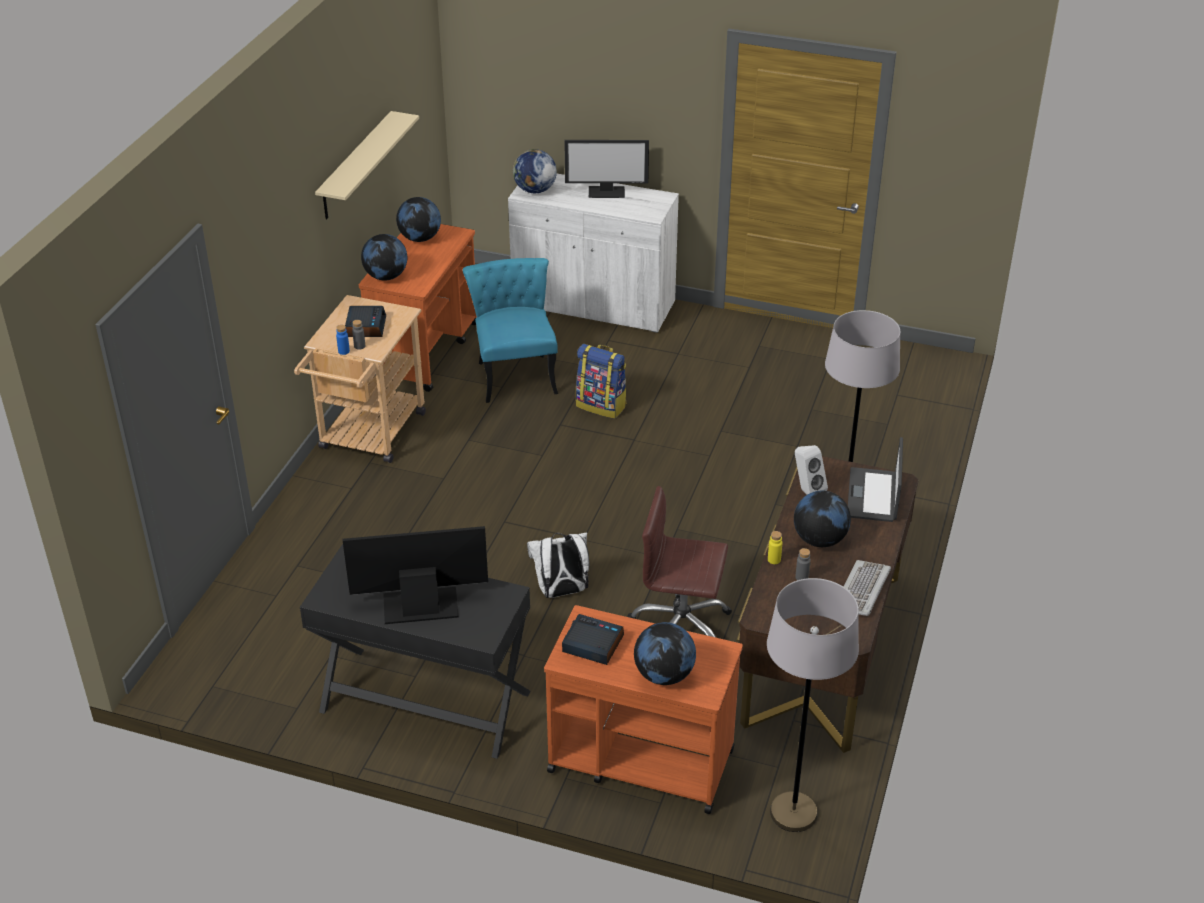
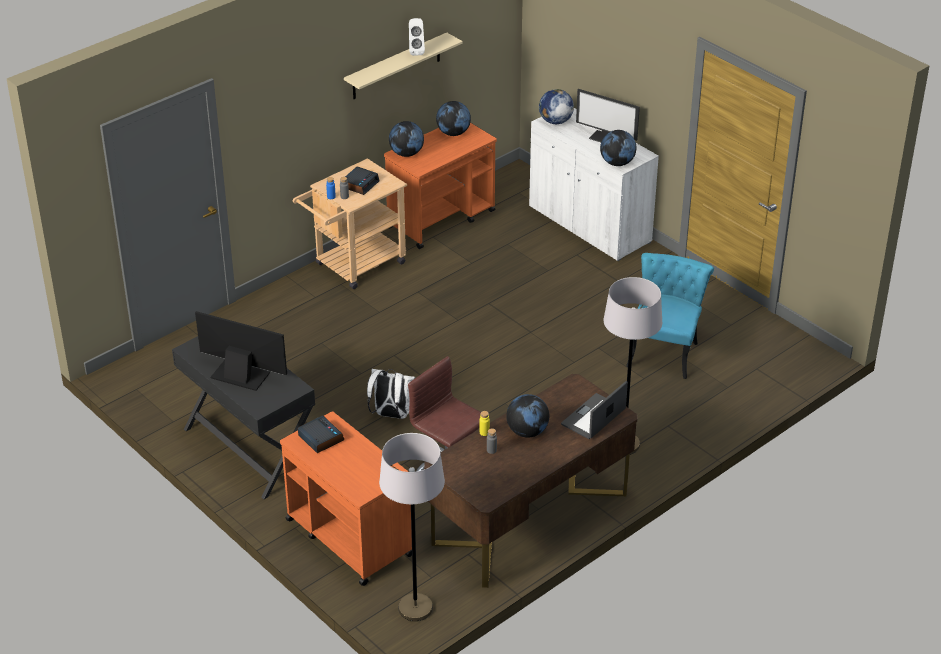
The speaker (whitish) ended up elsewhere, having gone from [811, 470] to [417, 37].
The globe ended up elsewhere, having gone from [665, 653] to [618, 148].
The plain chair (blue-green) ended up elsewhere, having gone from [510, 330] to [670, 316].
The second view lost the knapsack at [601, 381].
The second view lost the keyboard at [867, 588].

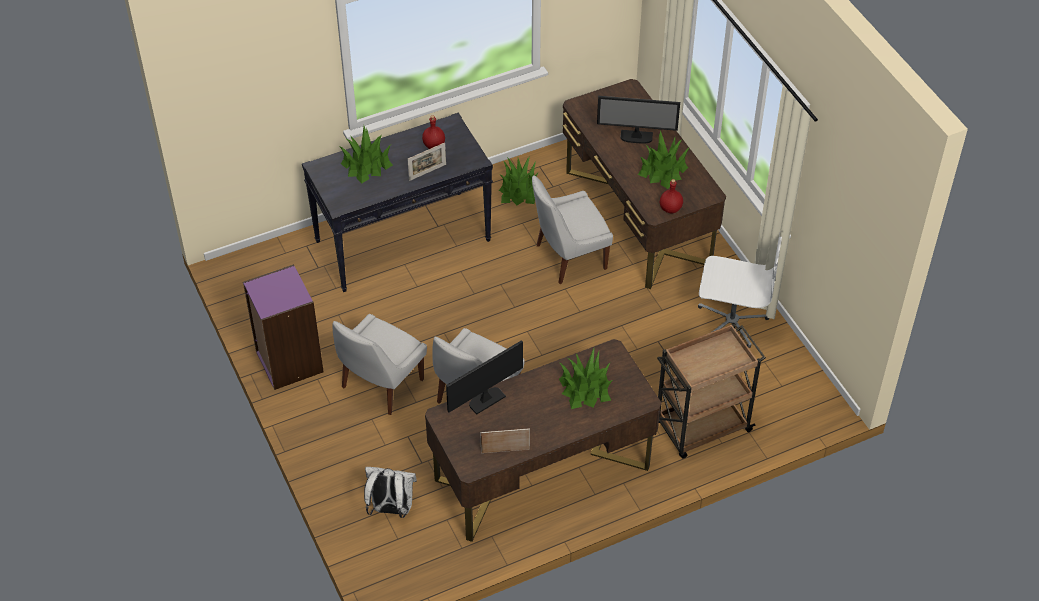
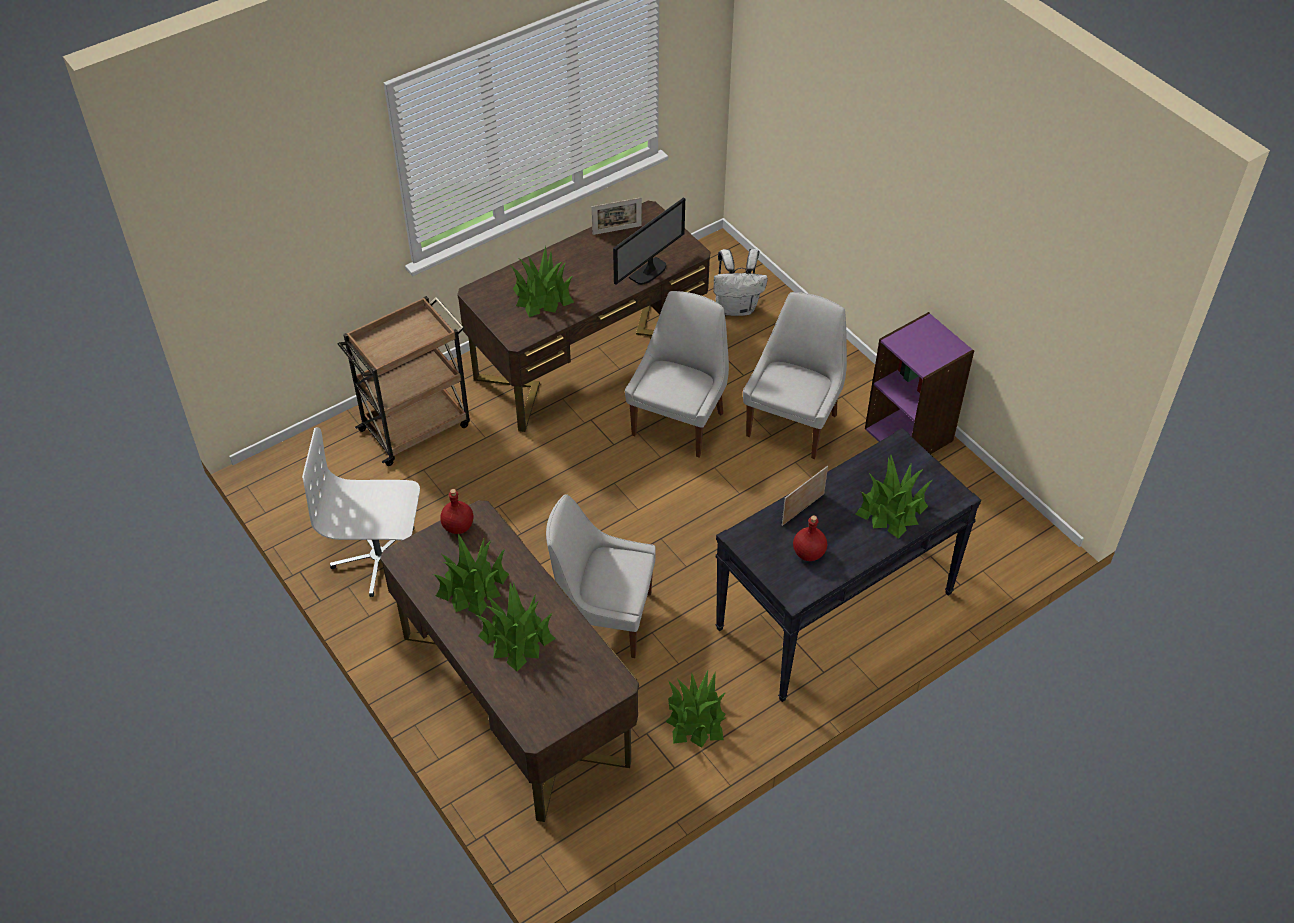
Where the computer screen stood at [638, 120], the plant in a pot came to stand at [516, 626].
The plain chair (whitish) at [572, 229] ended up facing another way, 135 degrees counterclockwise from before.

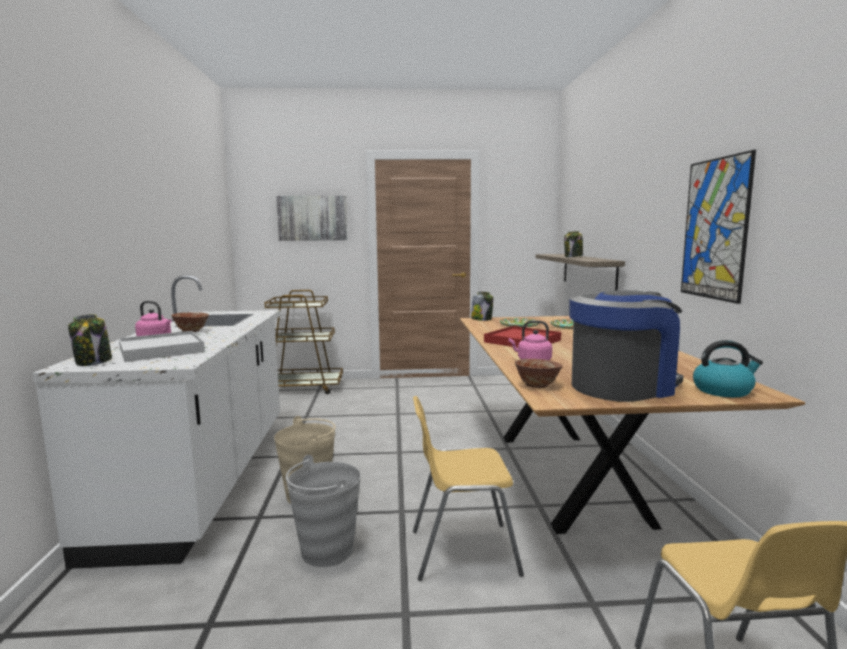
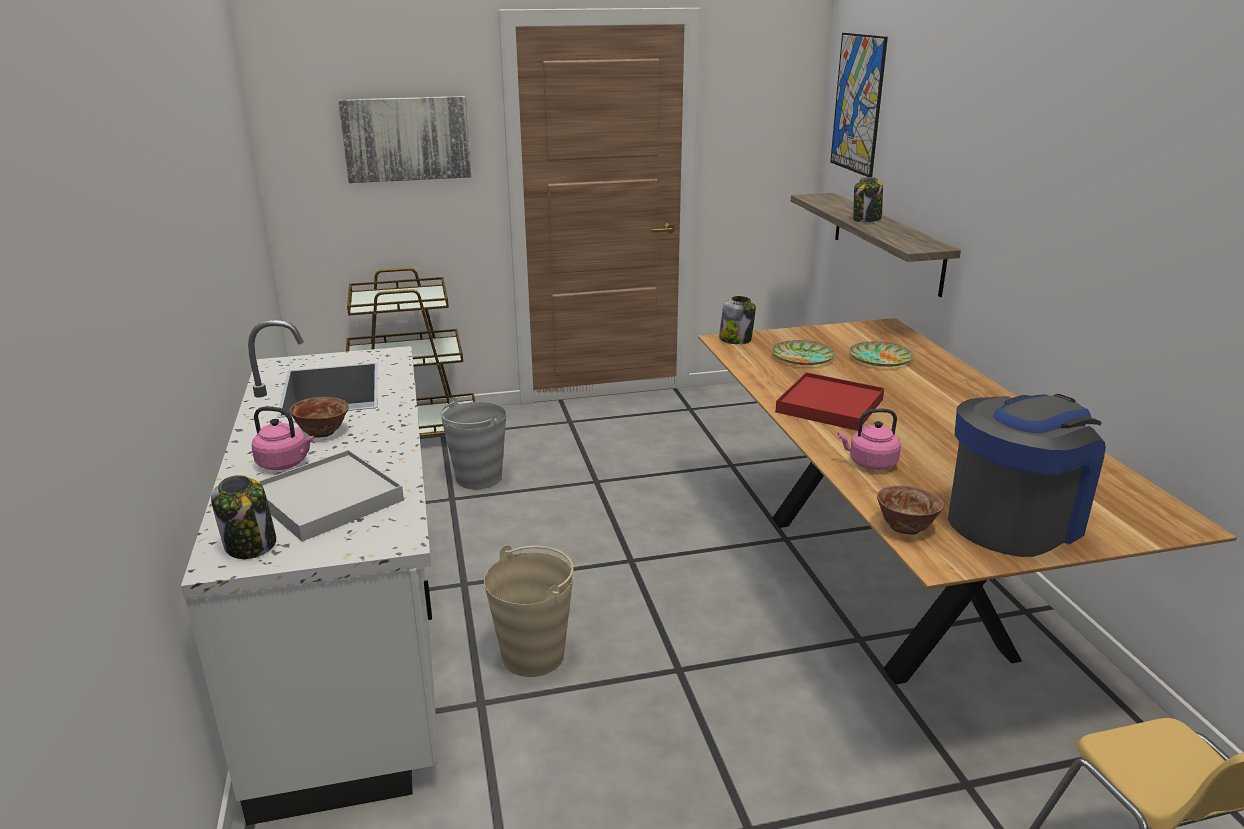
The pail (gray) ended up elsewhere, having gone from [323, 511] to [473, 443].
The wall picture ended up elsewhere, having gone from [718, 227] to [859, 105].
The second view lost the plain chair (yellow-coloured) at [468, 488].
The second view lost the water kettle at [728, 368].

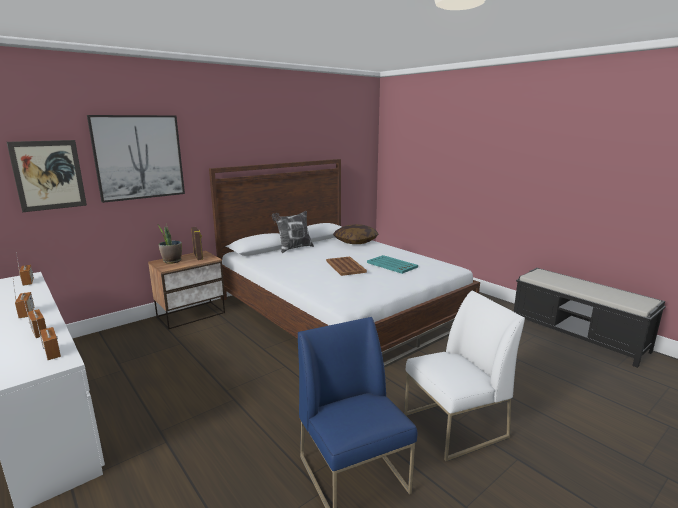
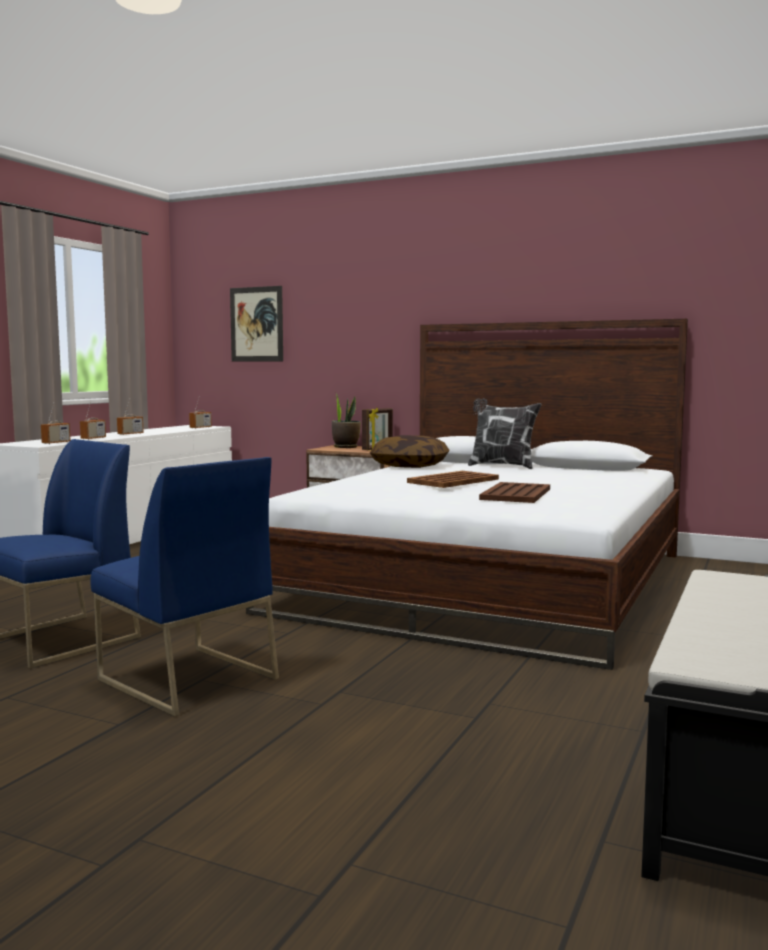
What was the plain chair (whitish) at [464, 376] turned into the plain chair (blue-coloured) at [184, 587].
The pillow ended up elsewhere, having gone from [355, 234] to [410, 451].
What was the carrying tray (blue-green) at [392, 264] turned into the carrying tray (brown) at [514, 492].
The second view lost the wall picture at [136, 159].

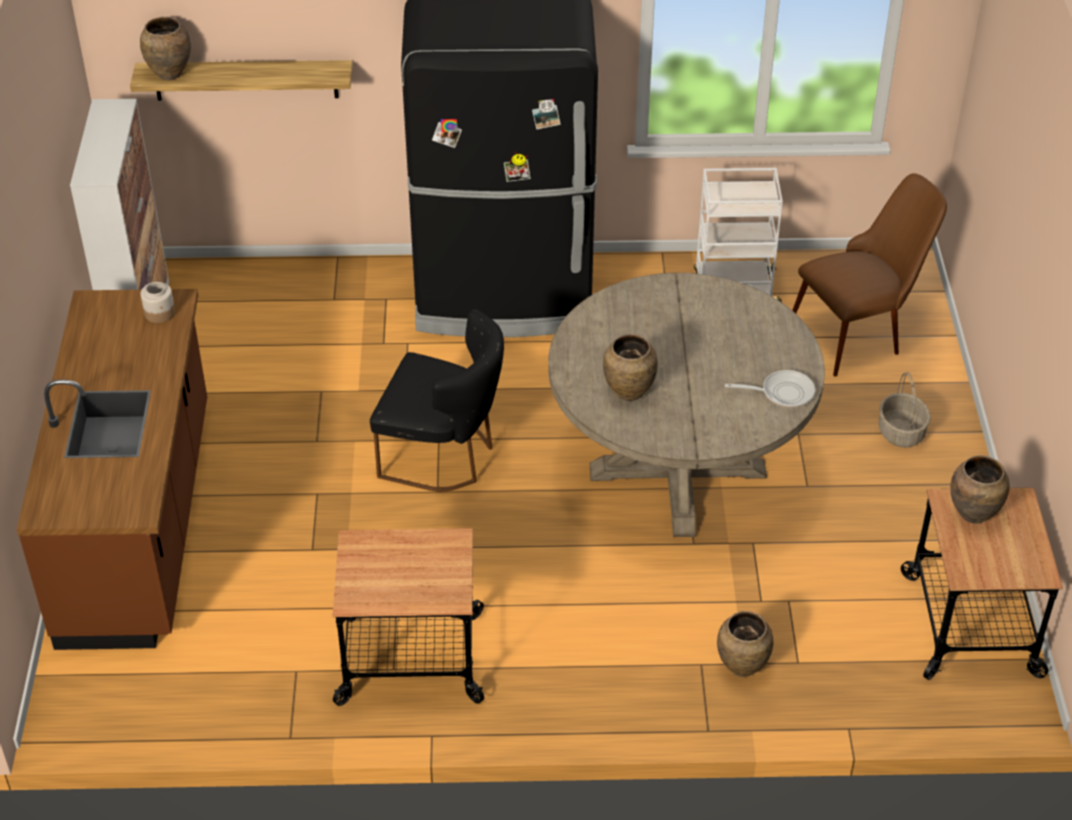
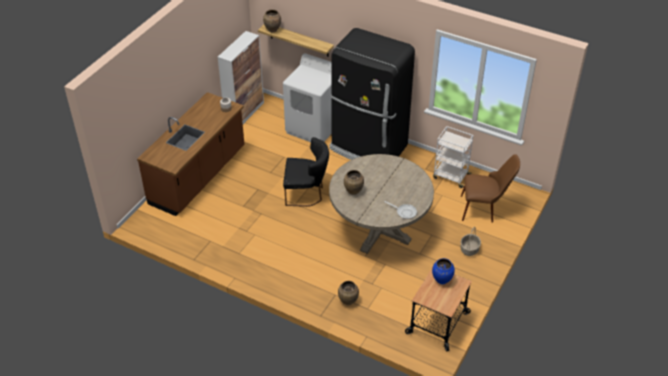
The second view gained the laundry machine (whitish) at [307, 97].
The plain chair (black-coloured) at [437, 400] ended up facing another way, 45 degrees counterclockwise from before.
What was the flower vase (brown) at [979, 489] turned into the flower vase (blue-coloured) at [443, 271].
The second view lost the wheeled cart at [408, 617].

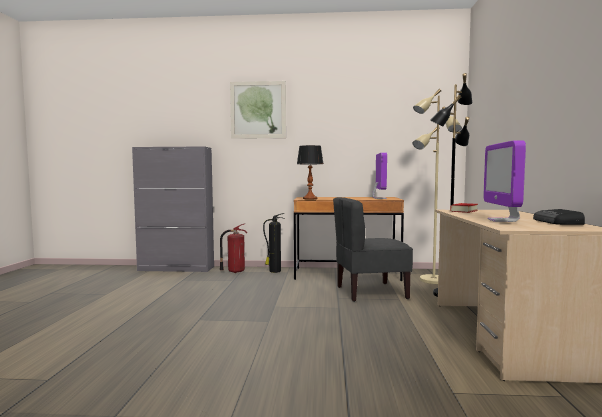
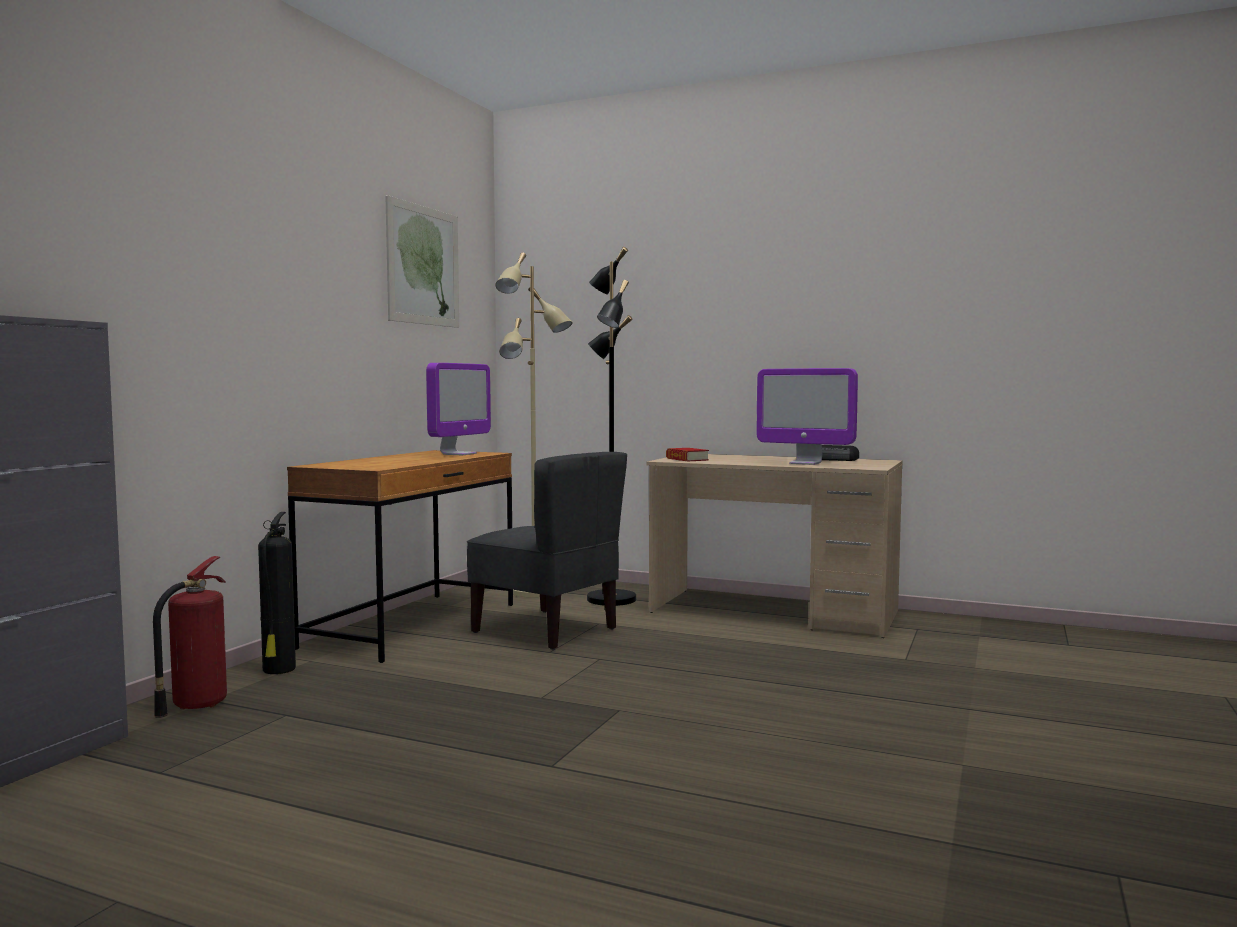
The wall picture ended up elsewhere, having gone from [258, 110] to [422, 261].
The computer screen at [379, 175] ended up facing another way, 90 degrees clockwise from before.
The plain chair (gray) at [373, 249] ended up facing another way, 60 degrees counterclockwise from before.
The second view lost the lamp for a table at [310, 172].

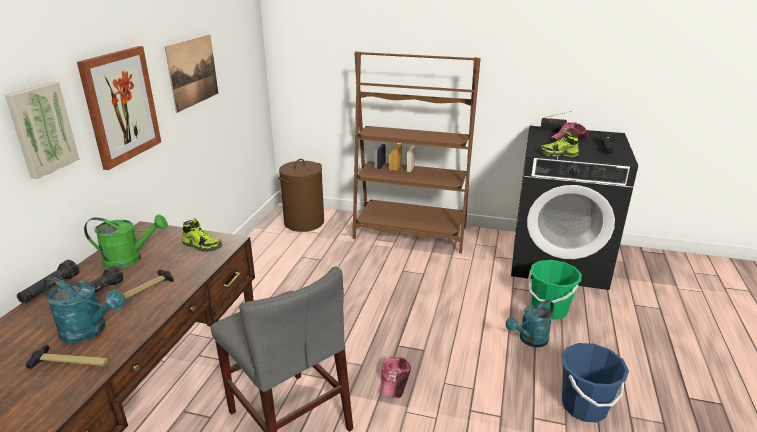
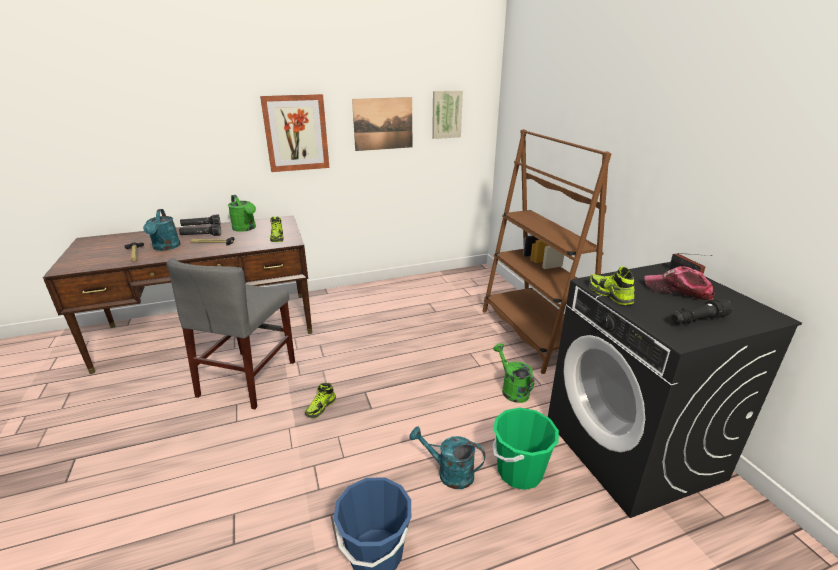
Where the peaked cap stood at [395, 377], the low shoe came to stand at [320, 400].
The wall picture ended up elsewhere, having gone from [42, 130] to [447, 114].
The second view gained the watering pot (green-coloured) at [513, 373].
The second view lost the laundry basket (brown) at [301, 195].

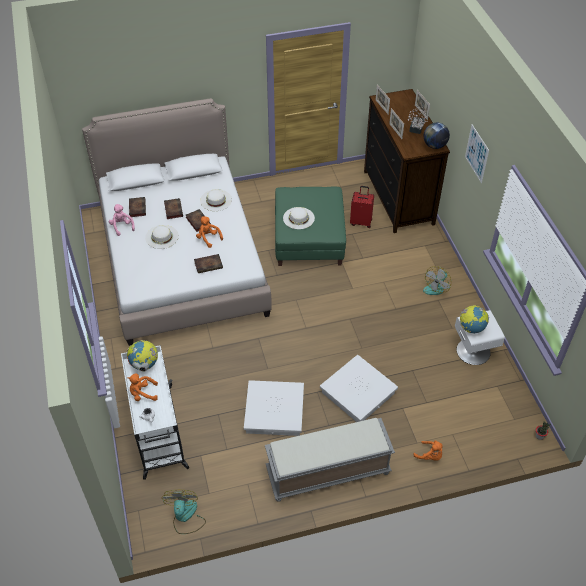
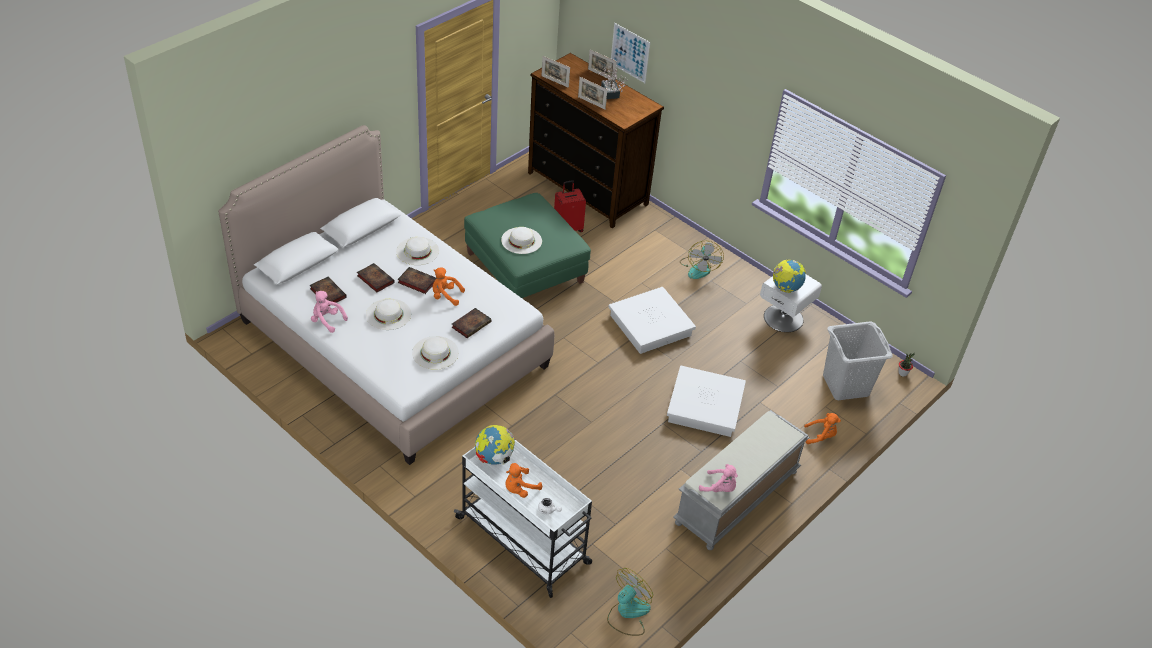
The second view gained the wearable hat (whitish) at [435, 353].
The electric fan at [184, 512] ended up facing another way, 75 degrees clockwise from before.
The storage bin (whitish) ended up elsewhere, having gone from [274, 408] to [652, 320].
The wall picture ended up elsewhere, having gone from [477, 154] to [630, 53].
The second view gained the soft toy (pinkish) at [718, 478].
The second view gained the laundry basket (gray) at [858, 360].
The second view lost the globe at [437, 136].

